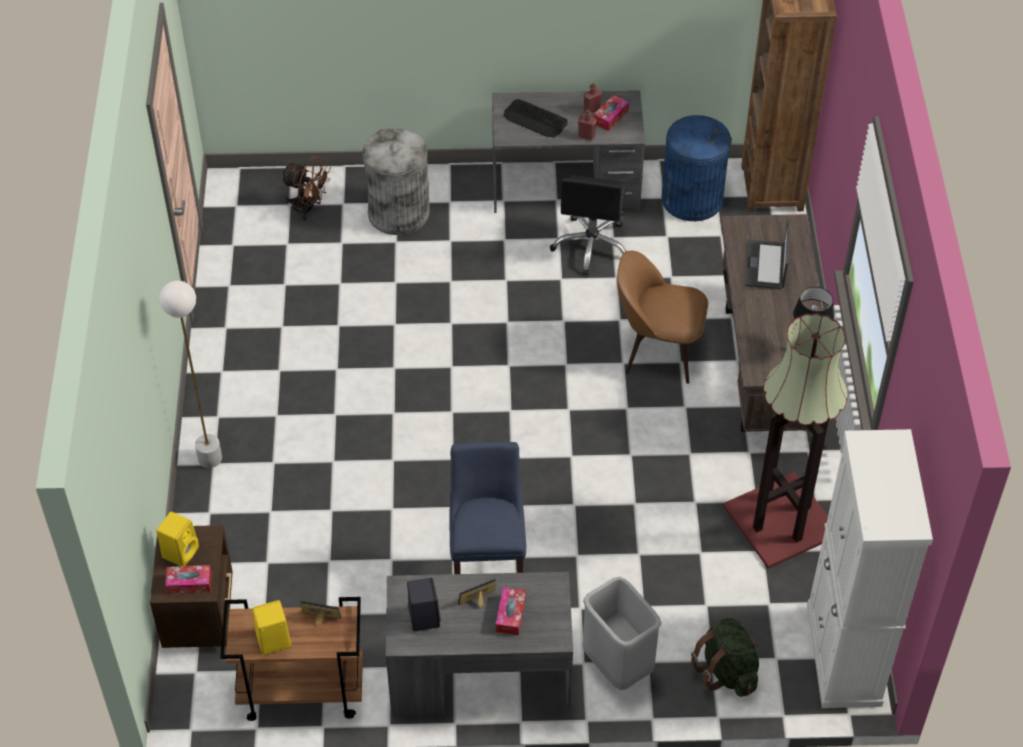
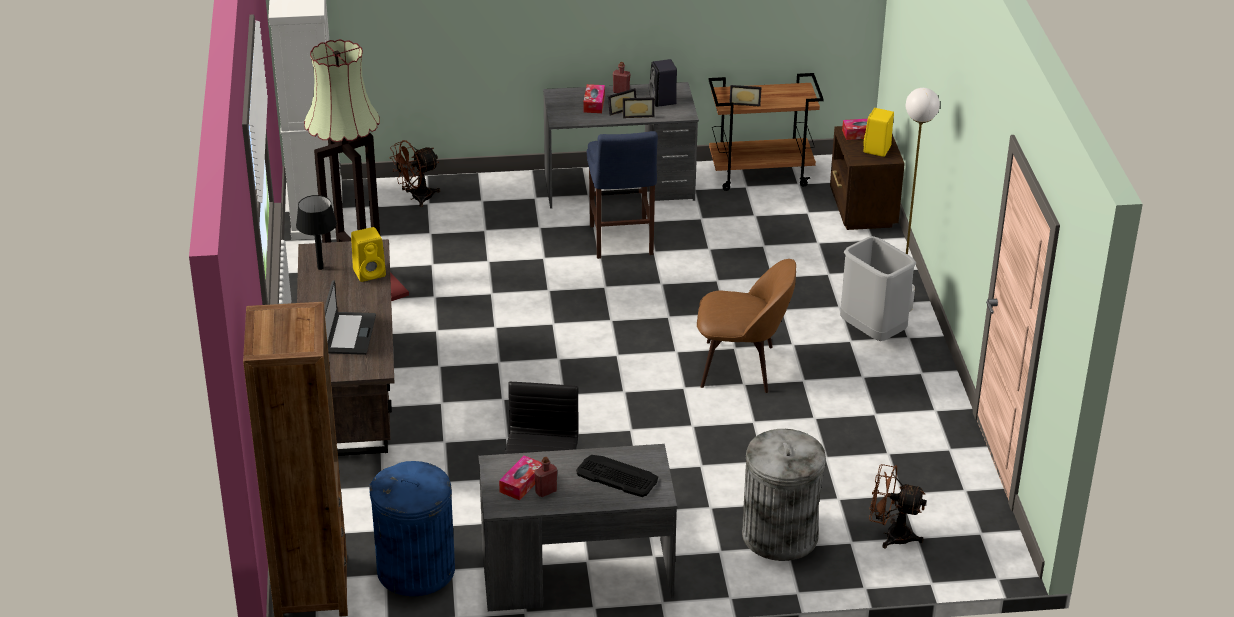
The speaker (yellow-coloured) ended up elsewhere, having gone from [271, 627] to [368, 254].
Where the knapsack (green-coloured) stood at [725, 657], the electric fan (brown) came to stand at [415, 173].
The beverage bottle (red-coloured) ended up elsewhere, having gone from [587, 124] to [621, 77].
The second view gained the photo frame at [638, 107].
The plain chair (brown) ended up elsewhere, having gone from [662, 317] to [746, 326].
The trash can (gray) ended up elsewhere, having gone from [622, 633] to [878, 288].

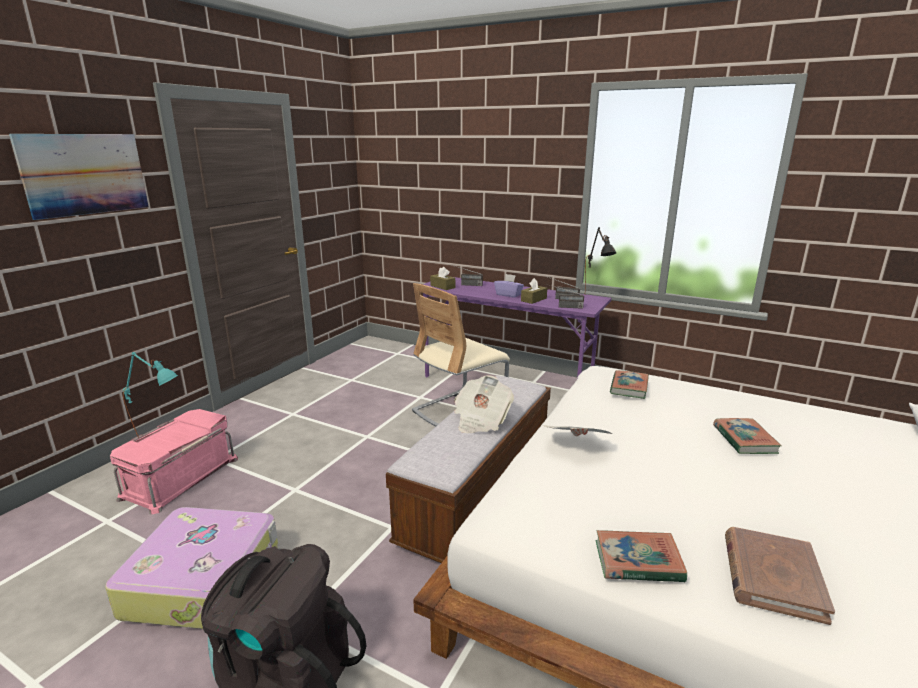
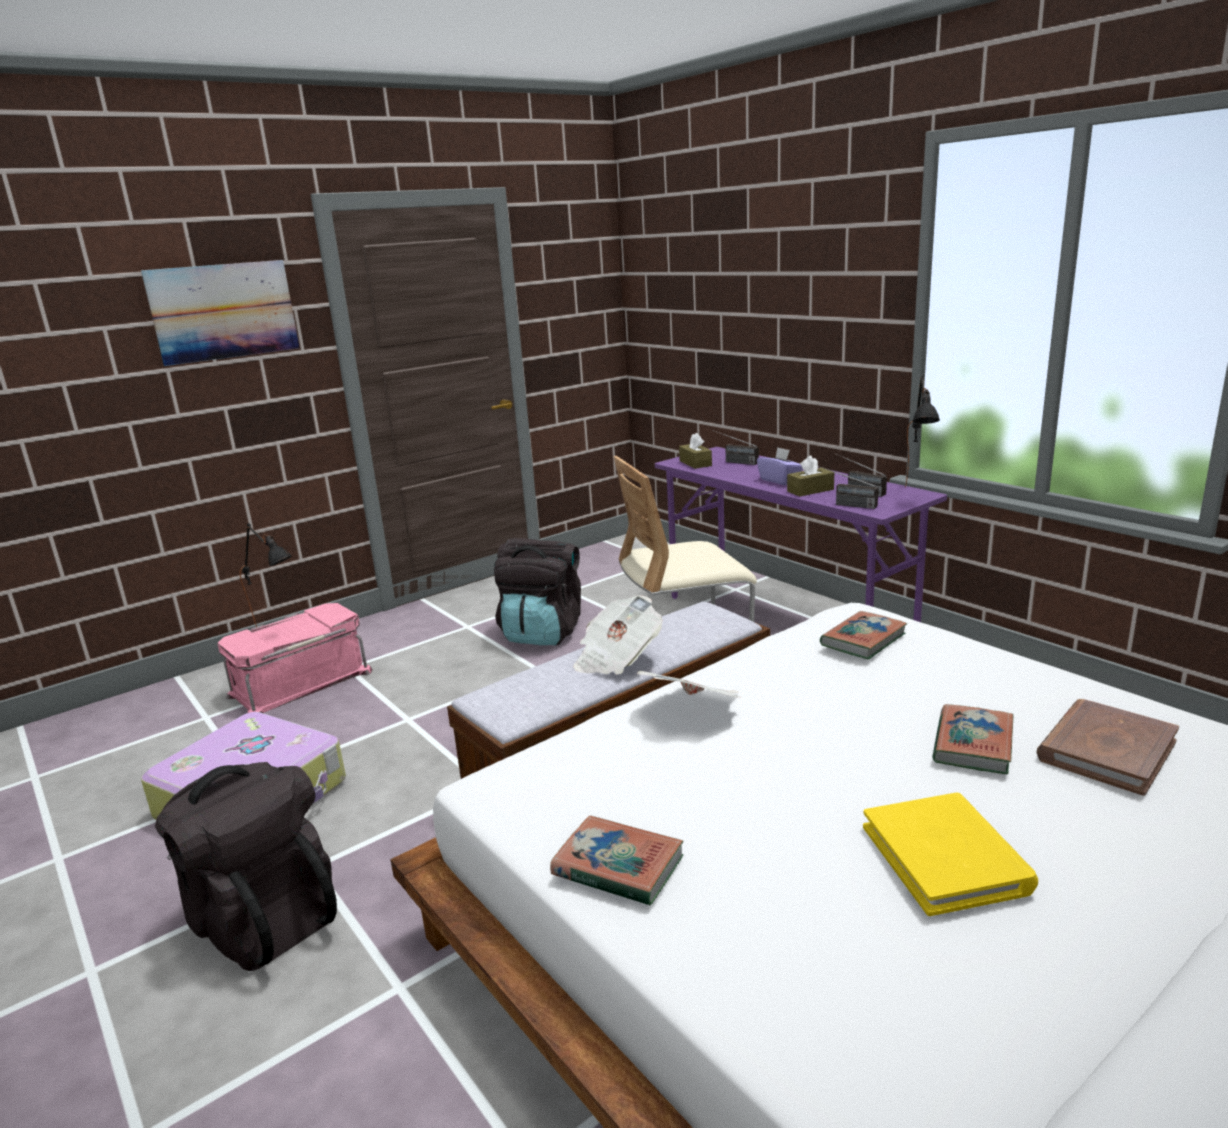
What was the lamp for a table (blue-green) at [150, 395] turned into the lamp for a table (black-coloured) at [266, 575].
The second view gained the knapsack (black-coloured) at [537, 592].
The second view gained the book (yellow-coloured) at [950, 854].
The book (brown) ended up elsewhere, having gone from [780, 576] to [1107, 747].

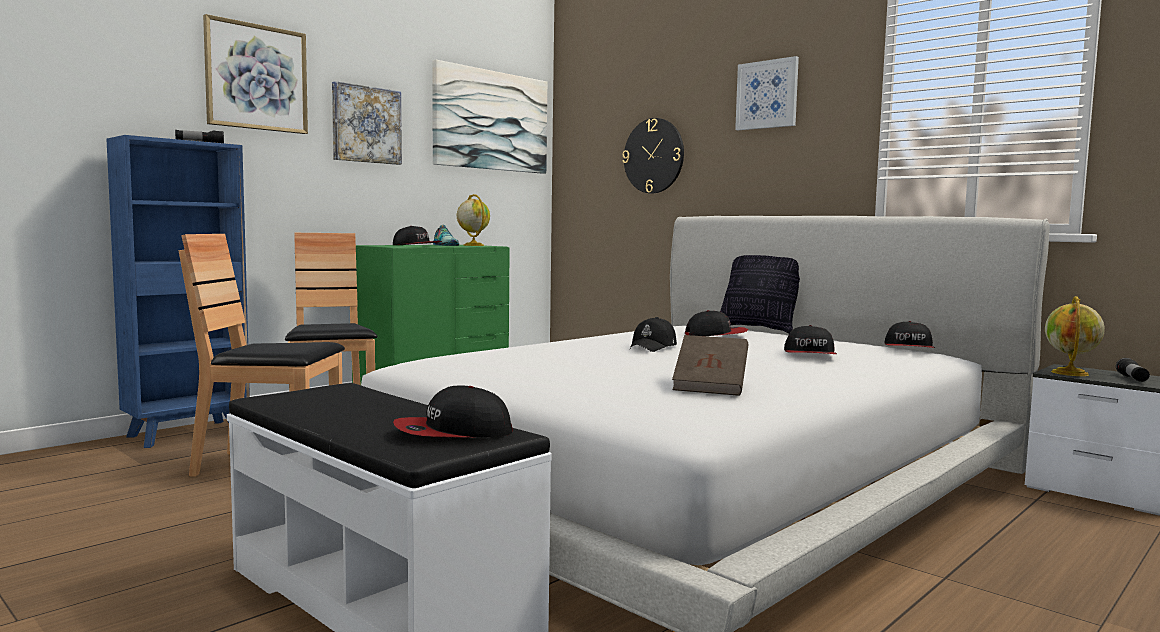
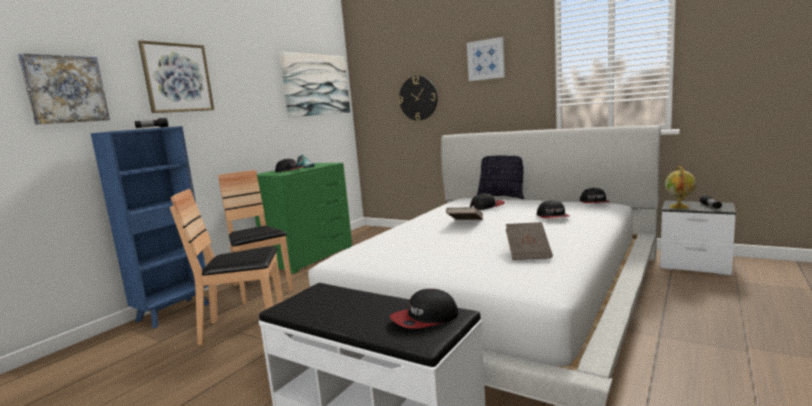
The wall picture ended up elsewhere, having gone from [367, 123] to [64, 89].
Where the peaked cap (black-coloured) stood at [653, 334], the book (brown) came to stand at [464, 213].
The second view lost the globe at [473, 220].

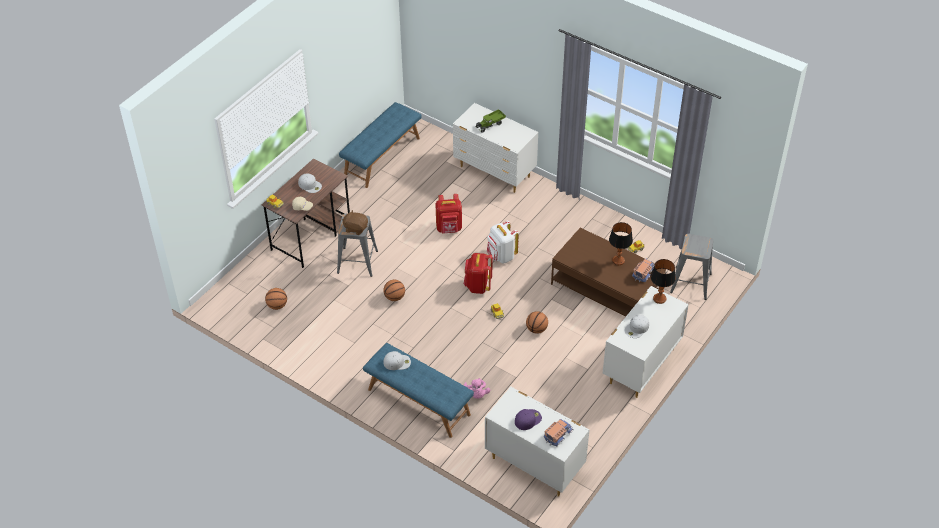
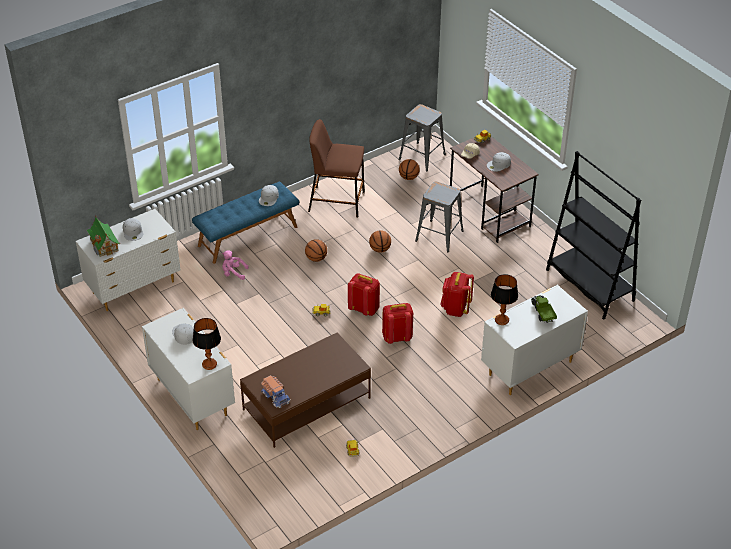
Where the model truck stood at [559, 432], the toy house came to stand at [103, 236].
What was the peaked cap (purple) at [528, 419] turned into the peaked cap (whitish) at [133, 229].
The ball for basketball ended up elsewhere, having gone from [537, 322] to [316, 250].
The second view gained the stool (brown) at [336, 168].
What was the knapsack (whitish) at [503, 242] turned into the knapsack (red-coloured) at [397, 323].
The stool (gray) ended up elsewhere, having gone from [691, 267] to [422, 138].
The lamp for a table ended up elsewhere, having gone from [621, 243] to [504, 299].
Where the indoor bench (blue-coloured) stood at [380, 145], the shelving unit (black-coloured) came to stand at [593, 235].
The second view lost the soft toy (brown) at [355, 222].

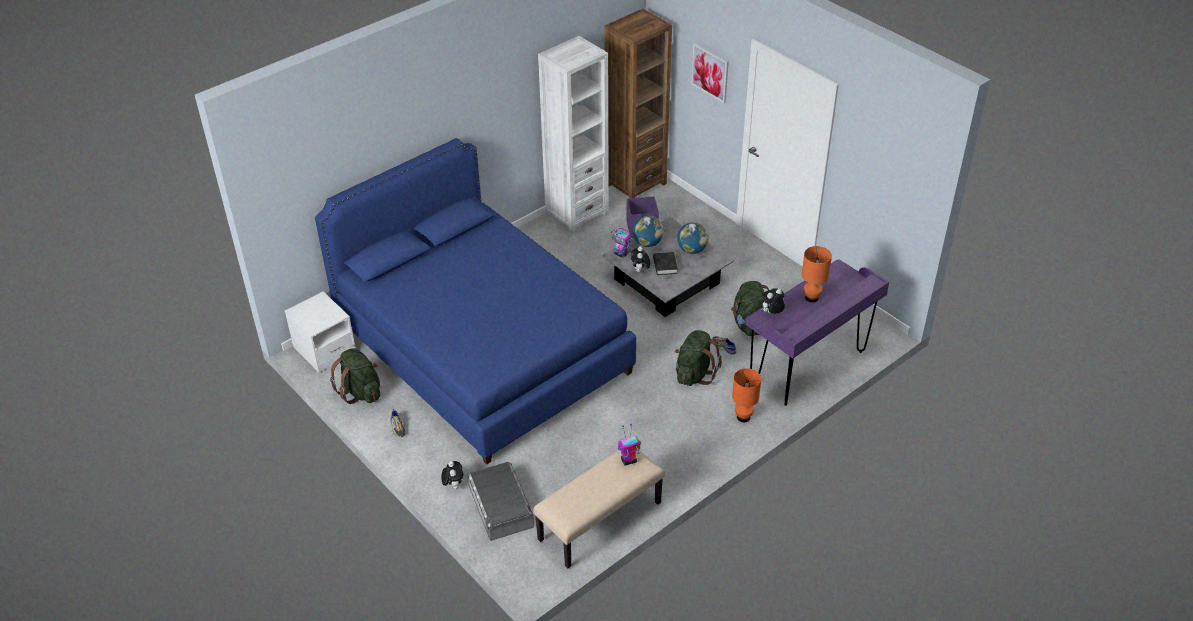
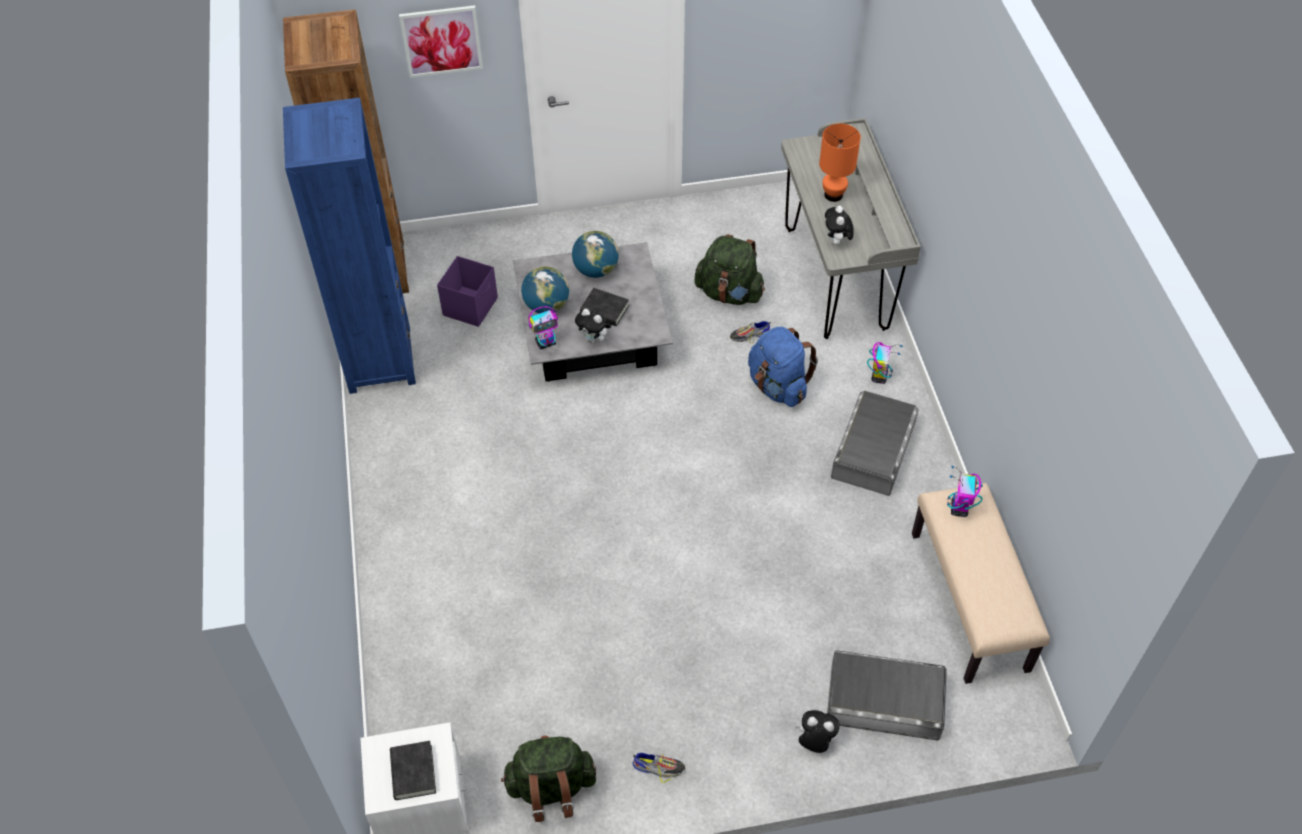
What was the shelving unit (whitish) at [573, 135] turned into the shelving unit (blue-coloured) at [349, 246].
The second view gained the book (black-coloured) at [413, 770].
What was the knapsack (green-coloured) at [698, 358] turned into the knapsack (blue-coloured) at [783, 367].
What was the desk table (purple) at [817, 332] turned into the desk table (gray) at [851, 228].
The second view gained the storage bin (gray) at [875, 443].
Where the lamp for a table (orange) stood at [746, 395], the model robot came to stand at [885, 363].
The second view lost the bed (blue-coloured) at [475, 301].

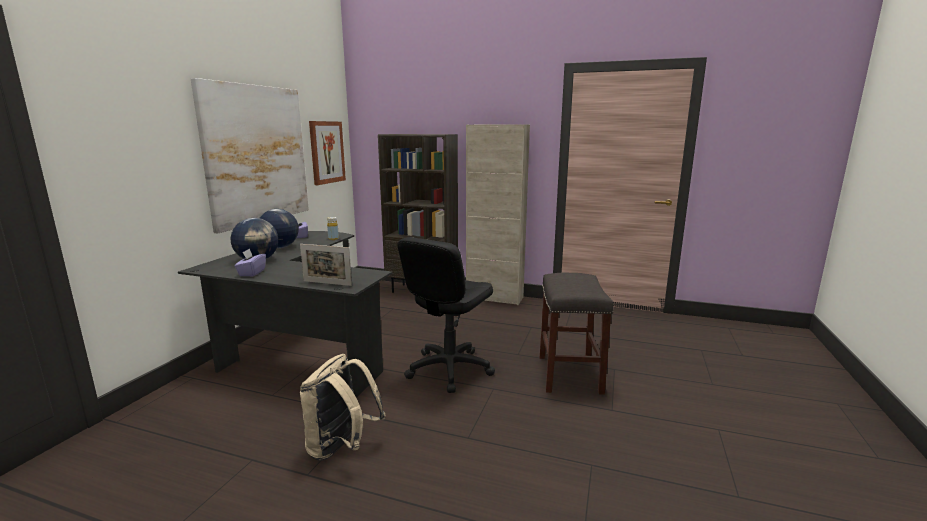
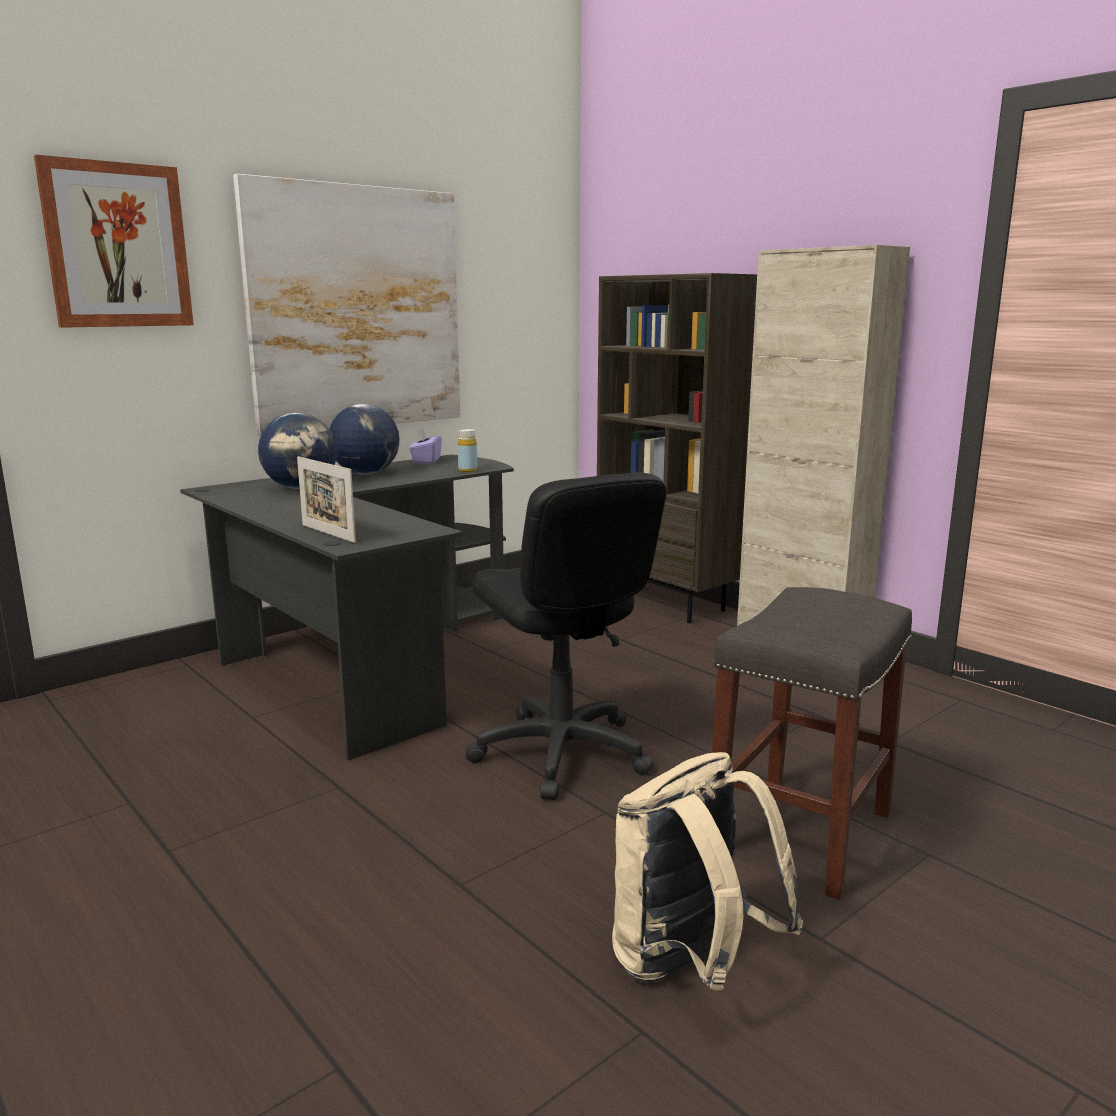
The wall picture ended up elsewhere, having gone from [327, 153] to [114, 241].
The office chair (black-coloured) at [446, 315] ended up facing another way, 90 degrees counterclockwise from before.
The knapsack (sand-coloured) ended up elsewhere, having gone from [342, 407] to [707, 871].
The second view lost the tissue box (purple) at [250, 262].

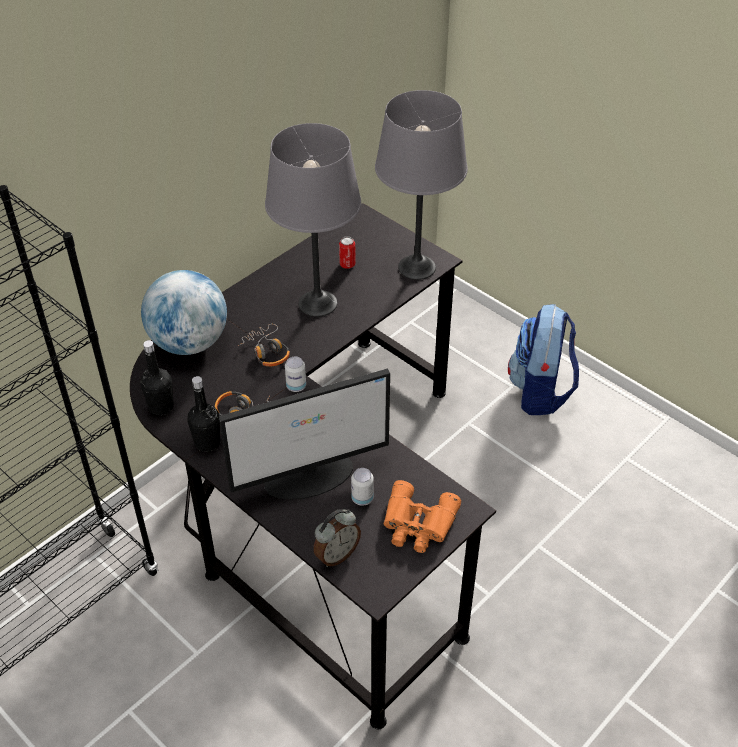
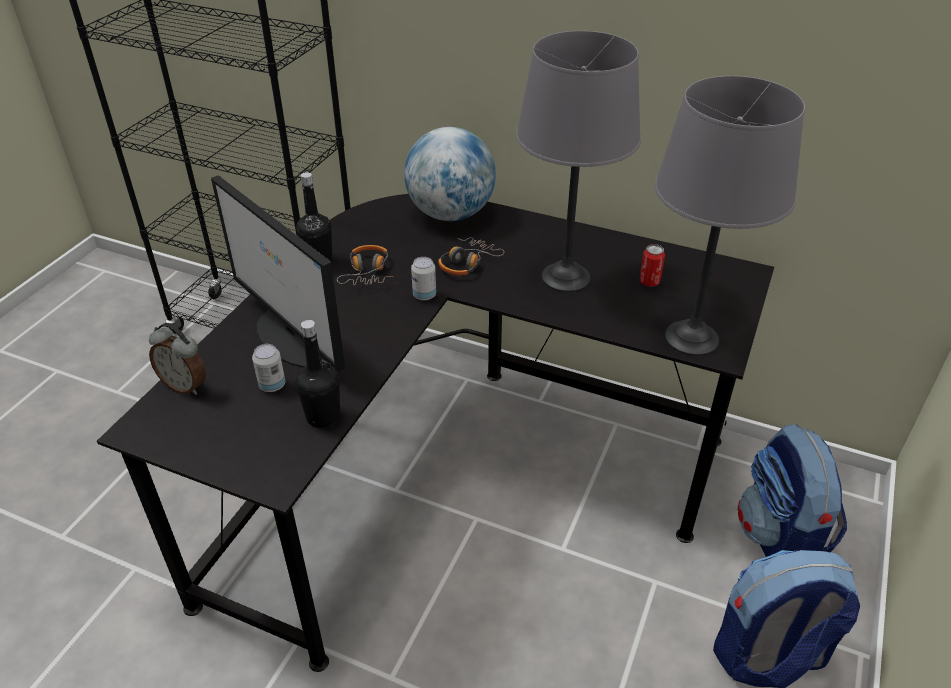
The beverage bottle (black-coloured) ended up elsewhere, having gone from [157, 377] to [317, 374].
The second view gained the knapsack at [792, 490].
The second view lost the pair of binoculars (orange) at [422, 516].

